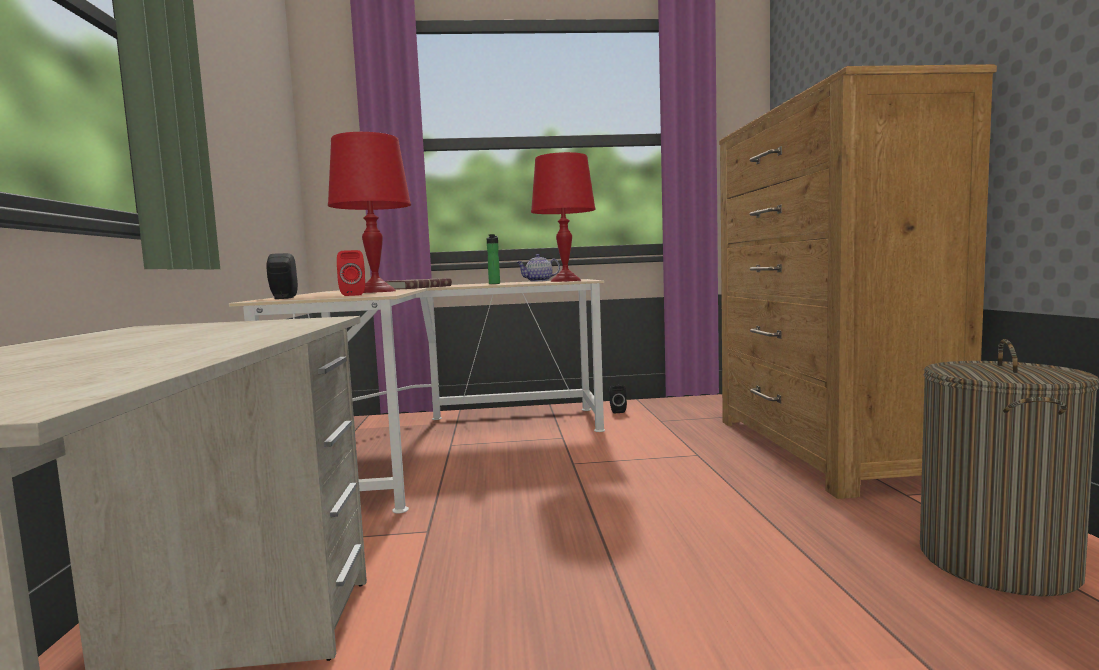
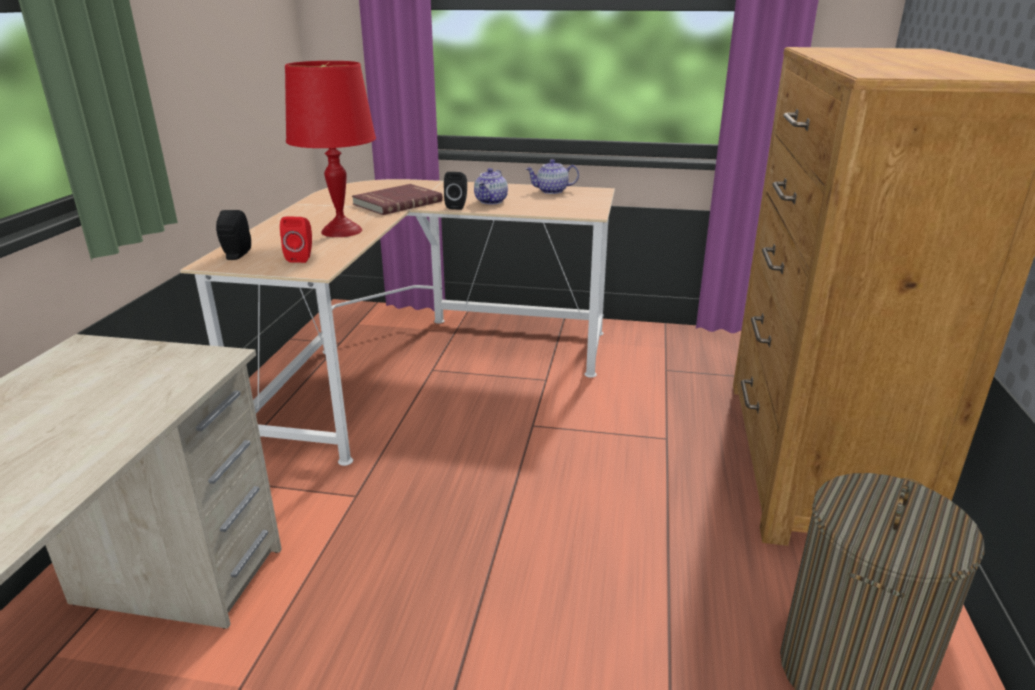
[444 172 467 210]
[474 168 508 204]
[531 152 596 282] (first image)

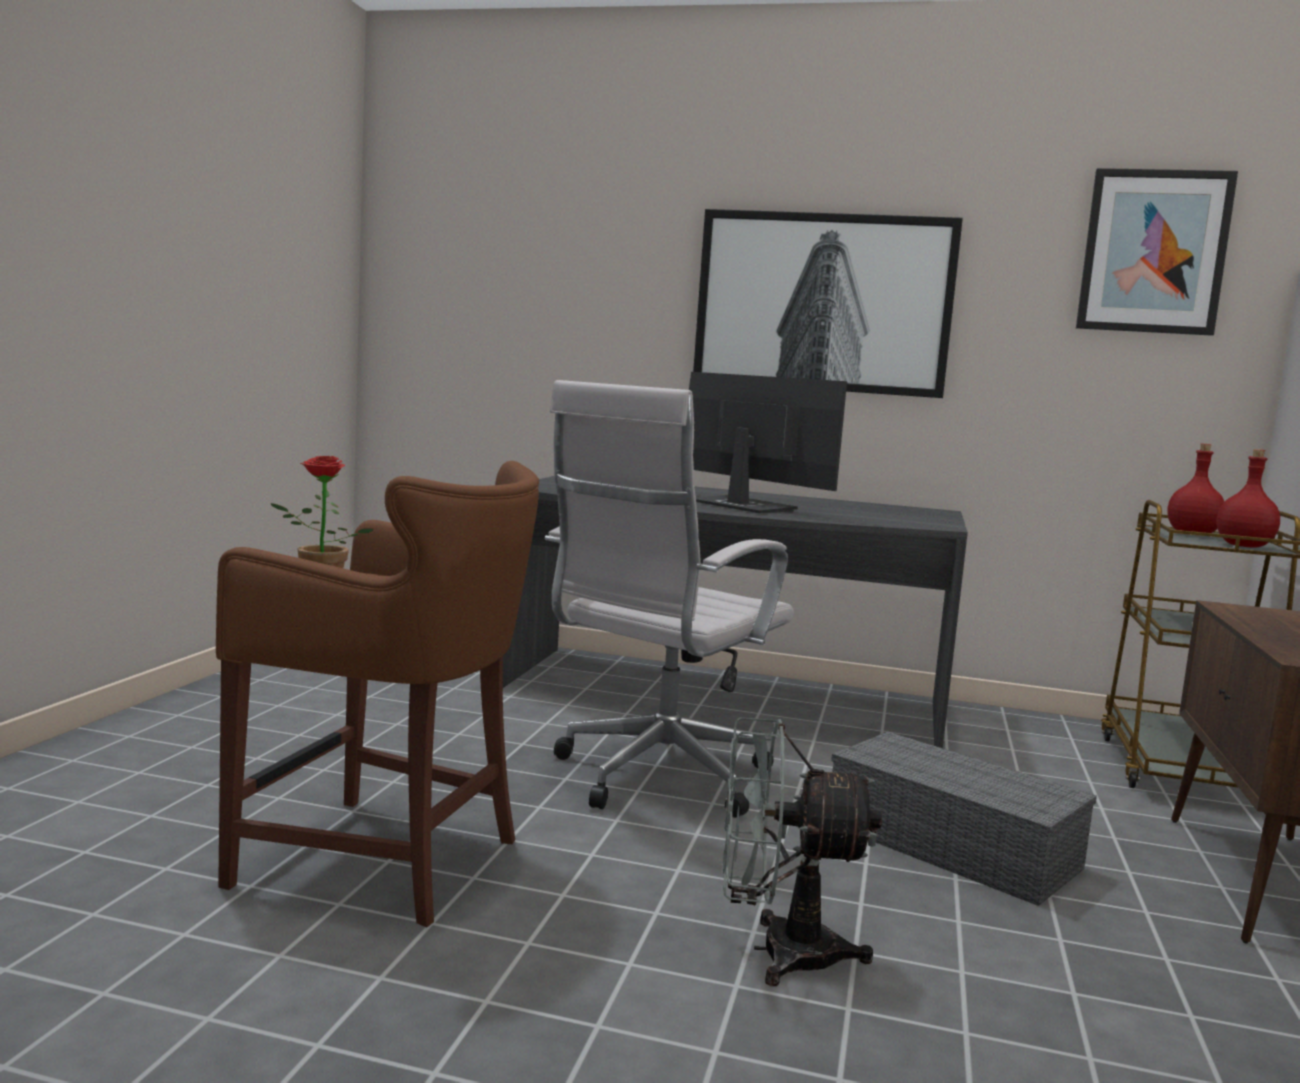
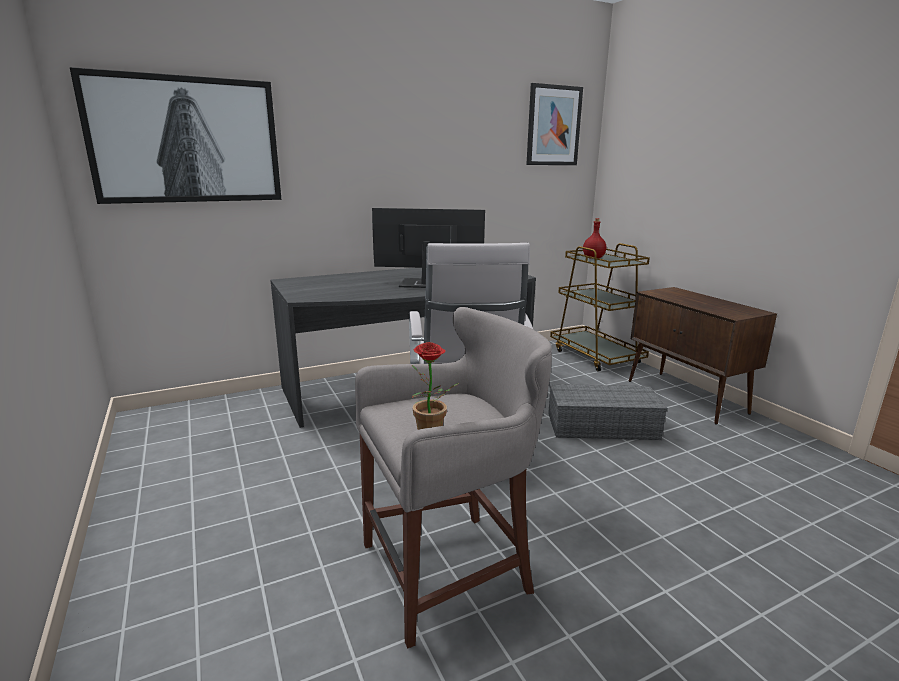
[70 67 281 204]
[355 307 552 649]
[723 717 882 986] (first image)
[1217 449 1280 548] (first image)

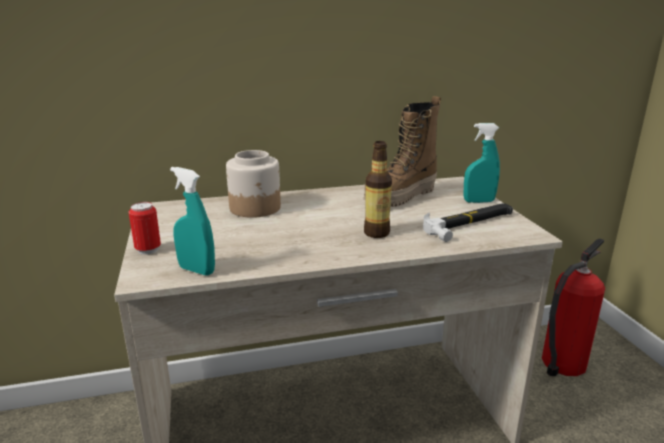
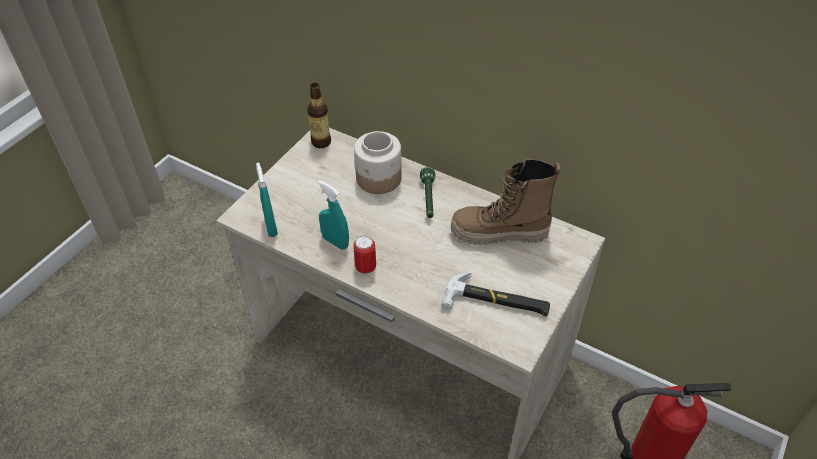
[307 83 331 148]
[318 180 349 250]
[353 236 376 274]
[420 167 435 218]

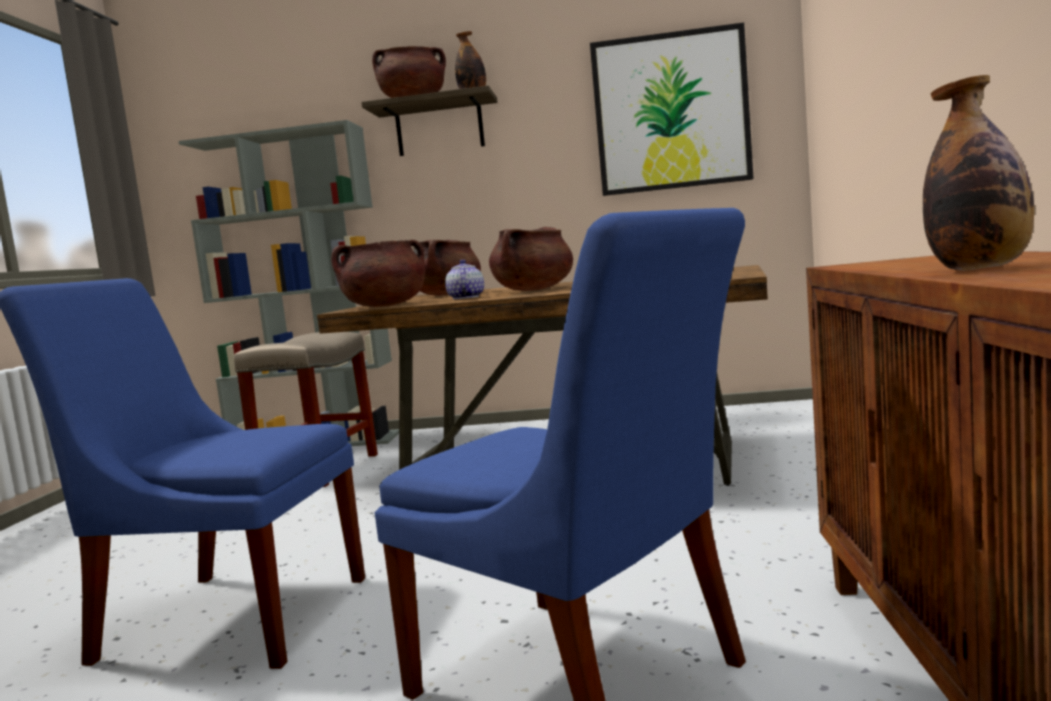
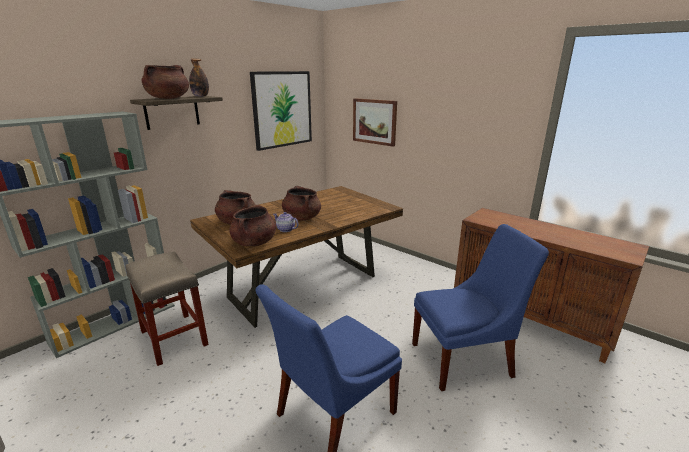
[353 98 397 147]
[923 75 1034 270] (first image)

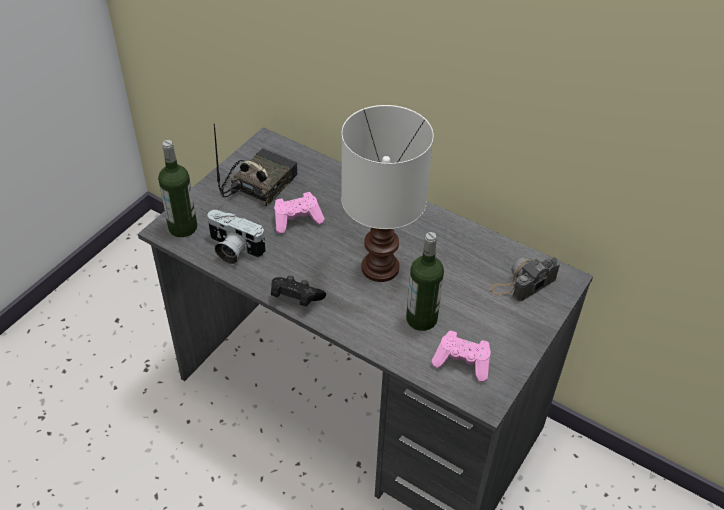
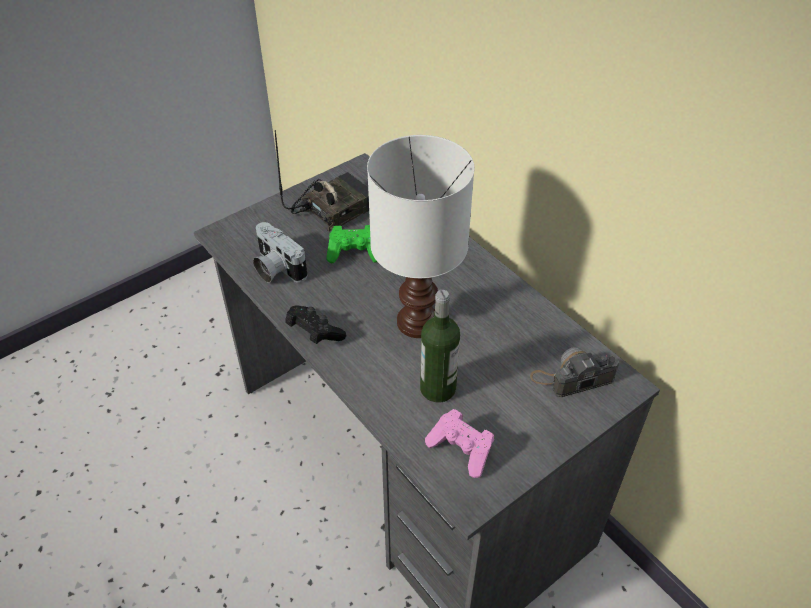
[326 225 377 263]
[158 140 197 237] (first image)

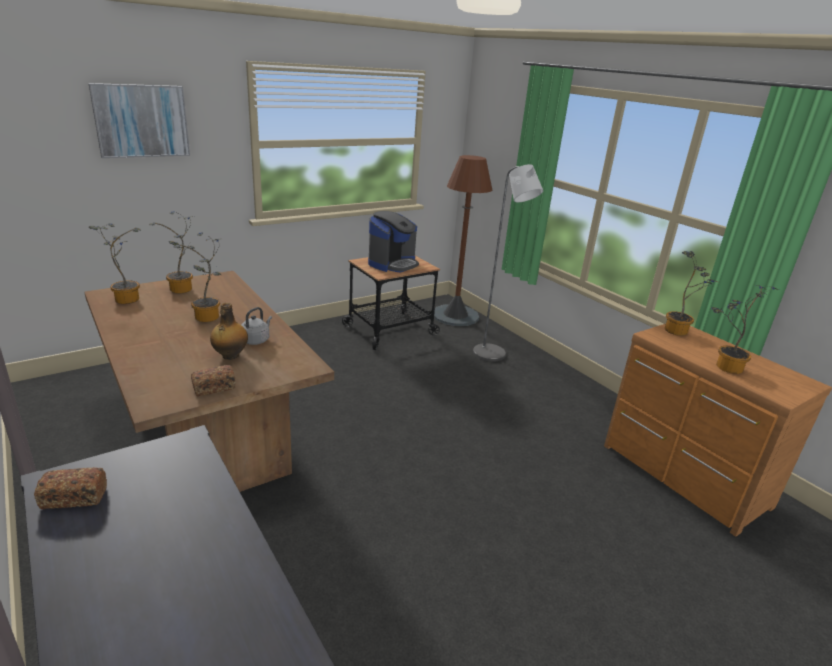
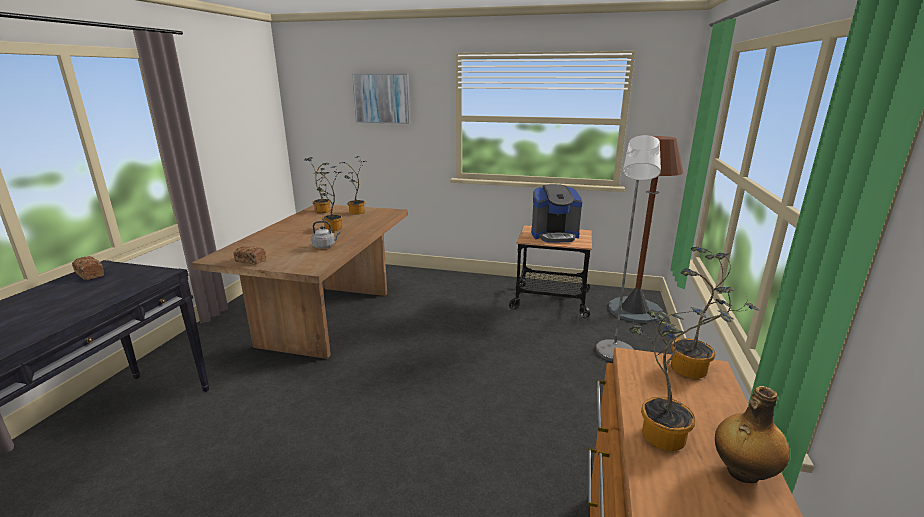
[715 386 790 483]

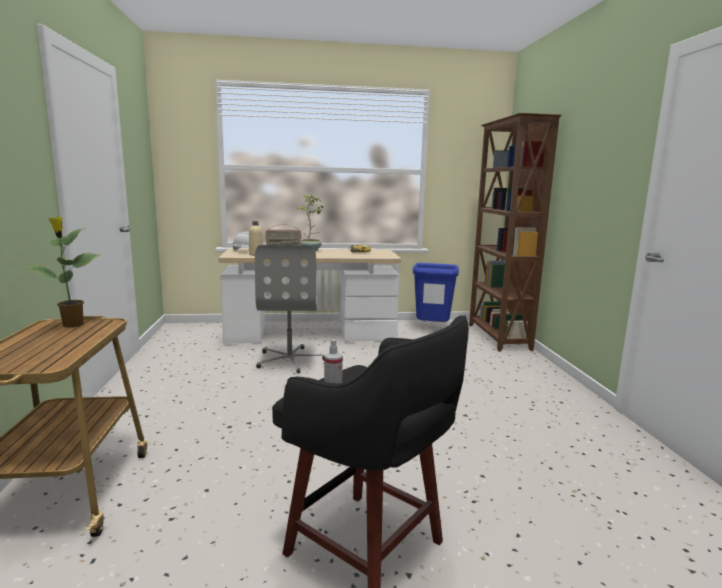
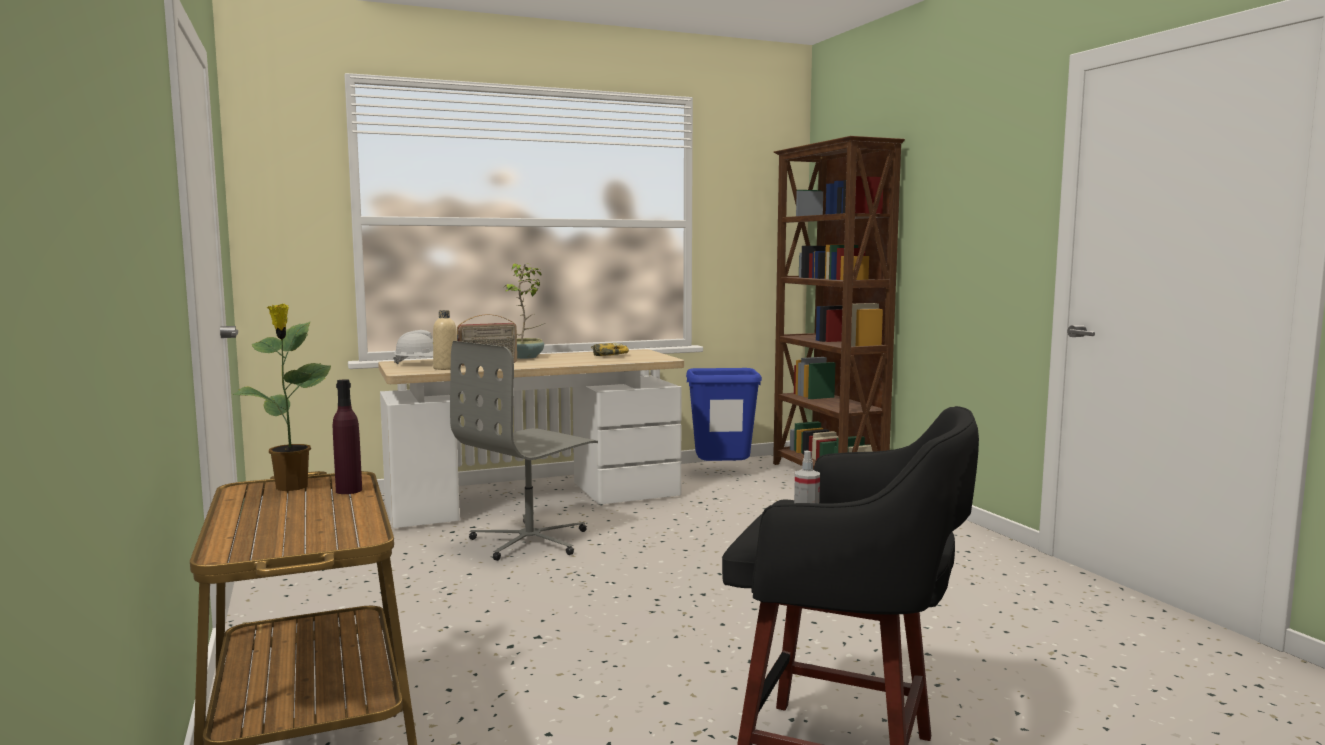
[333 379 362 494]
[450 341 598 561]

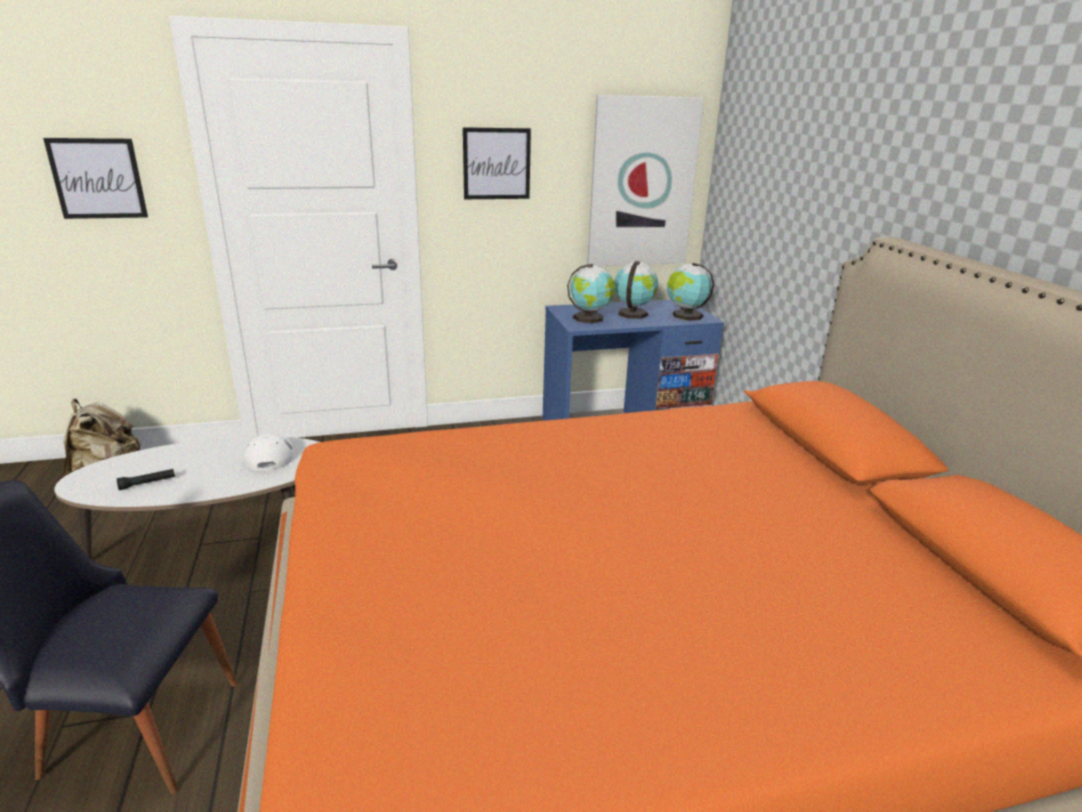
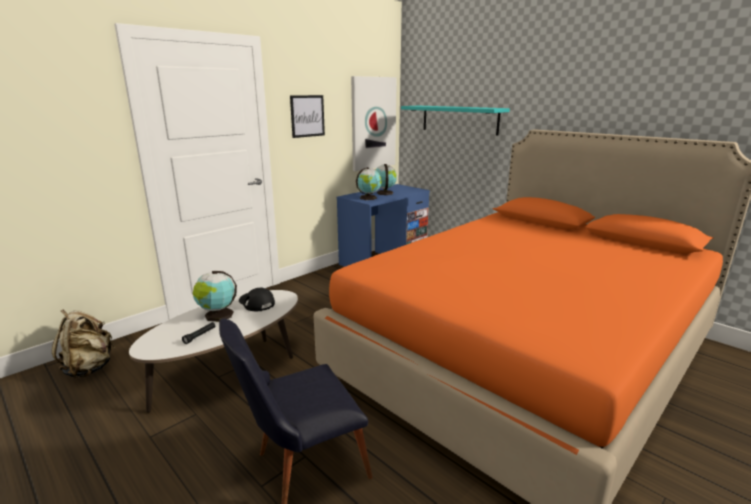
[193 271 237 322]
[239 288 275 311]
[401 106 510 136]
[43 138 148 219] (first image)

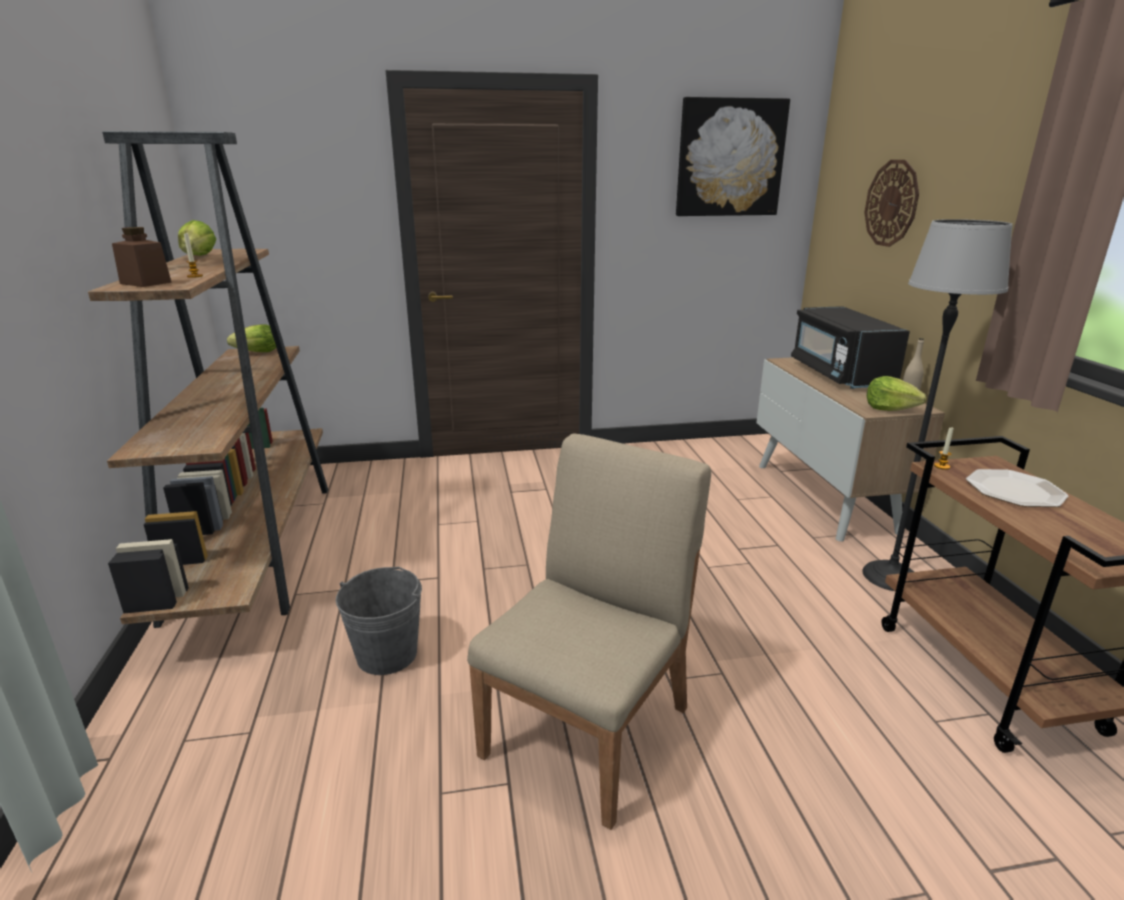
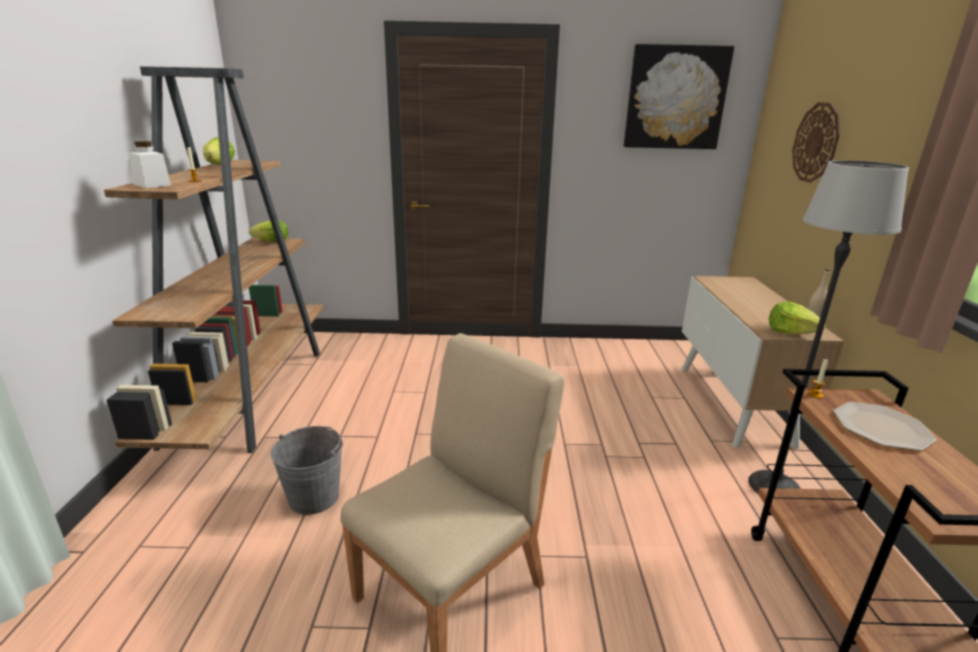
[128 141 171 188]
[791 306 910 389] (first image)

